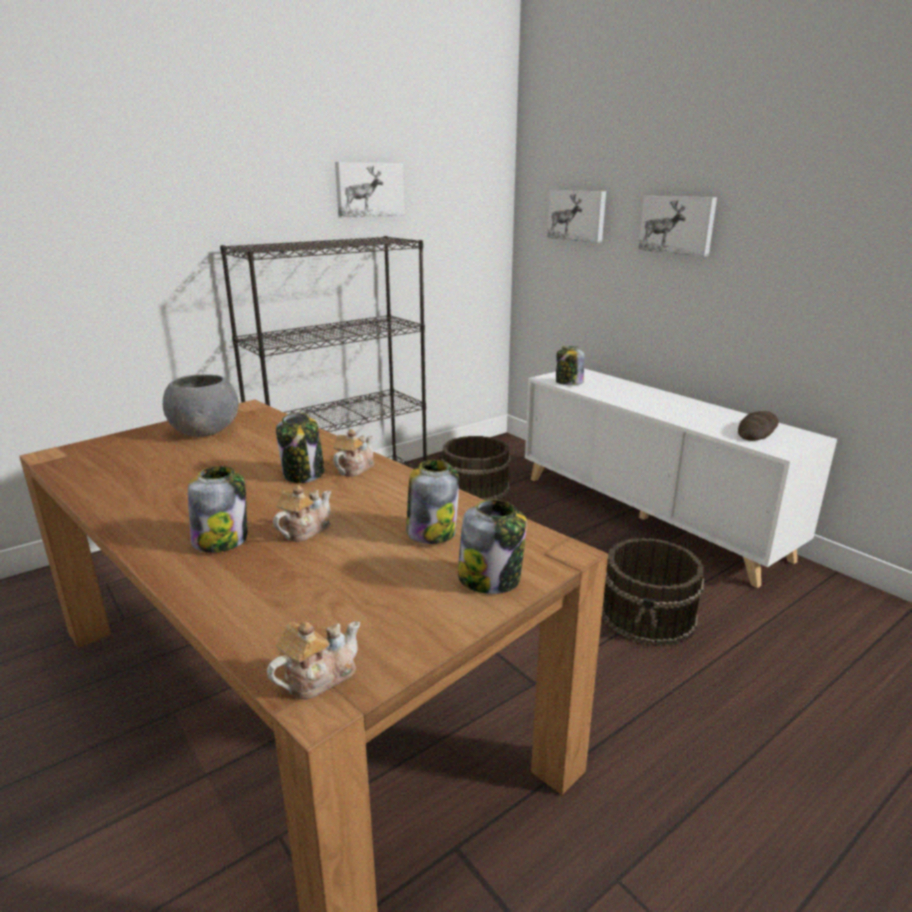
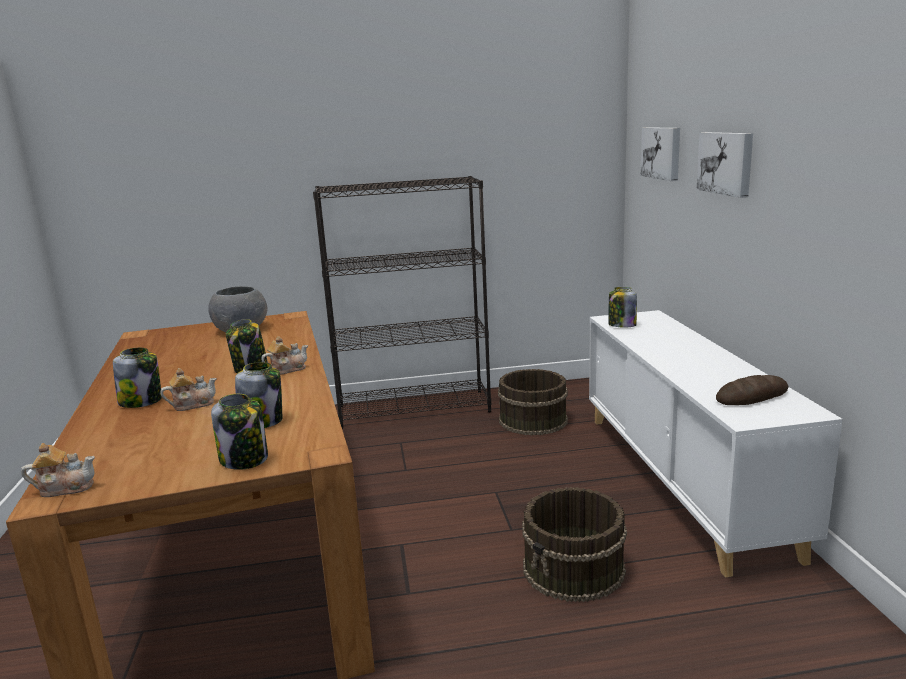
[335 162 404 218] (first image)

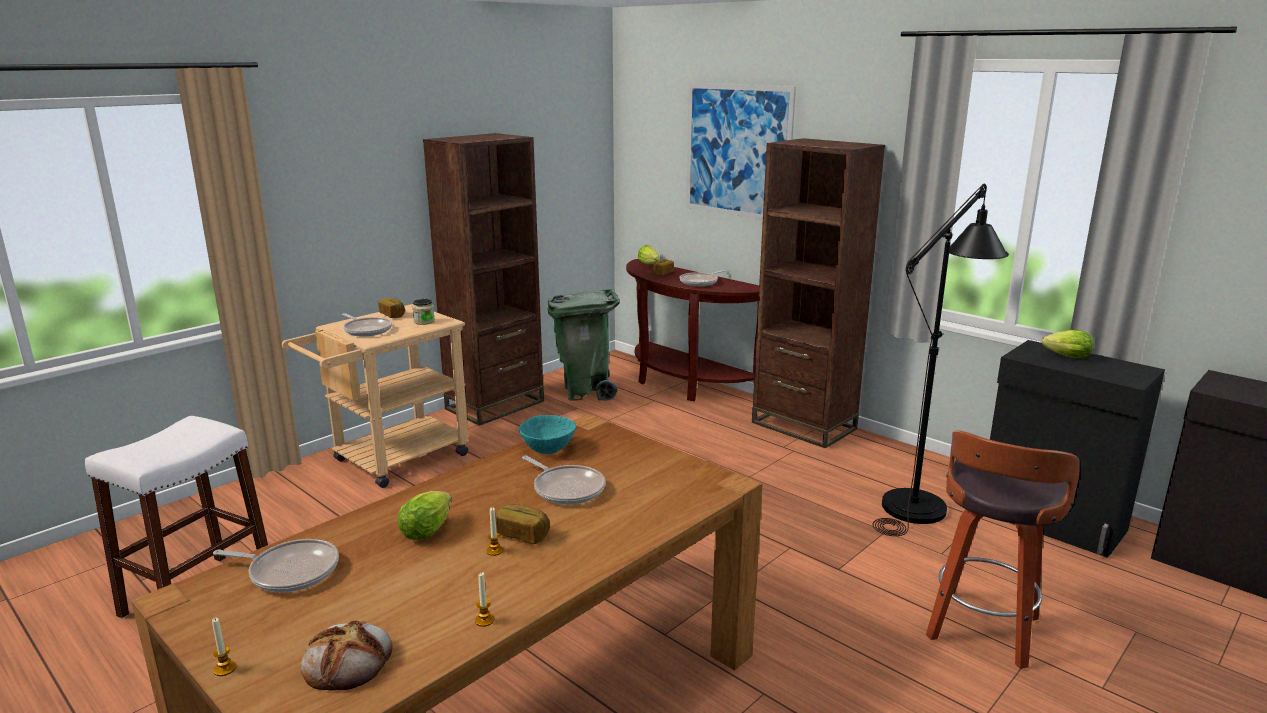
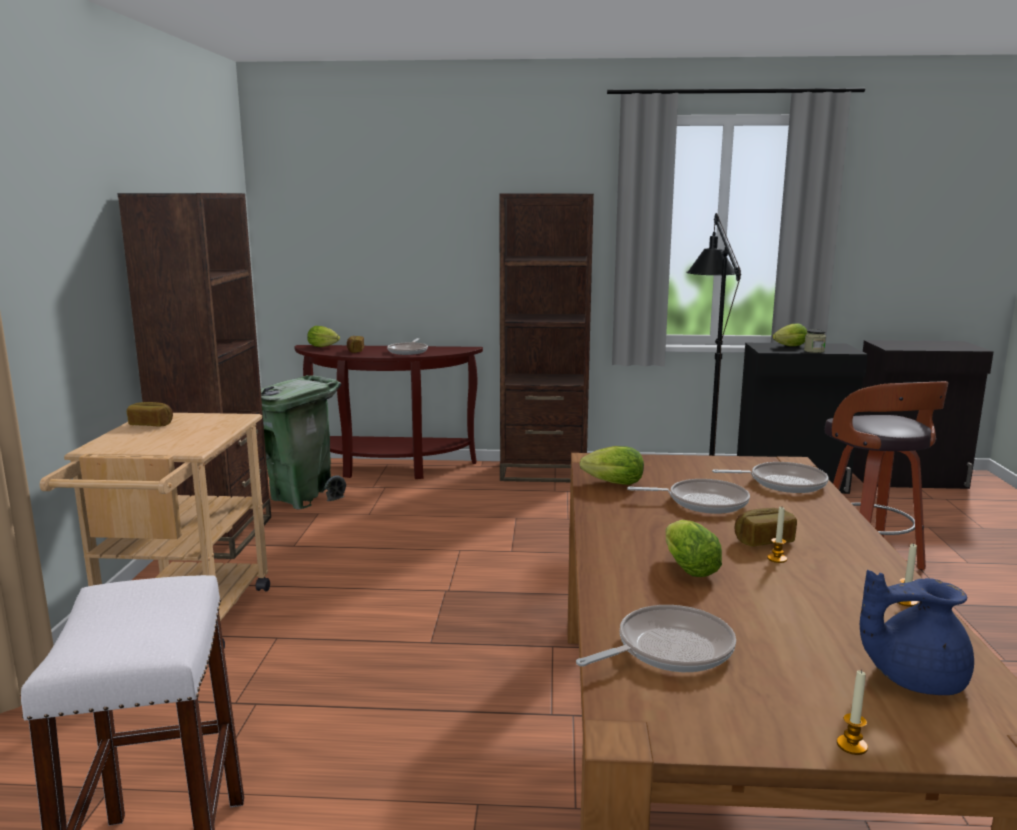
[579 446 644 485]
[712 462 829 493]
[804 329 826 353]
[860 570 974 695]
[686 83 796 220] (first image)

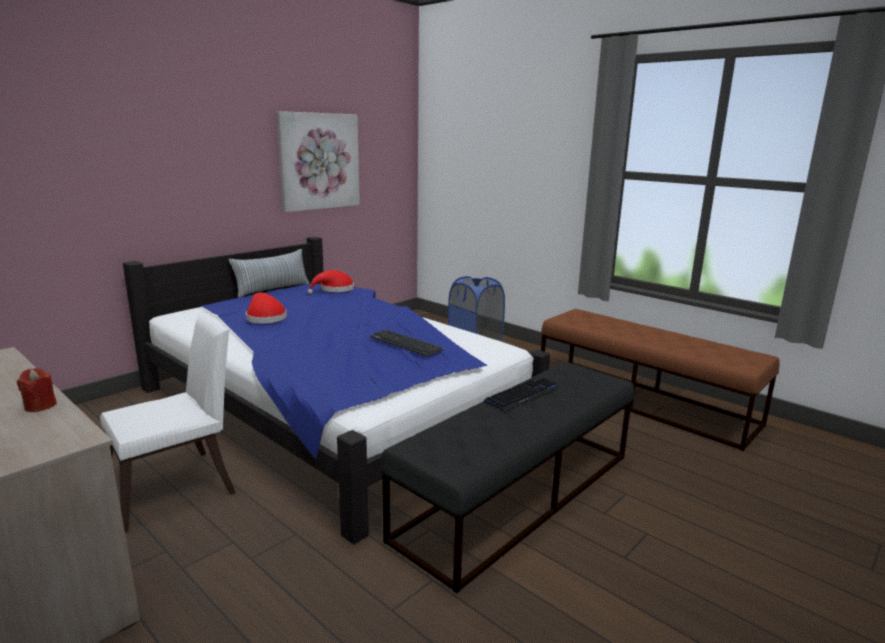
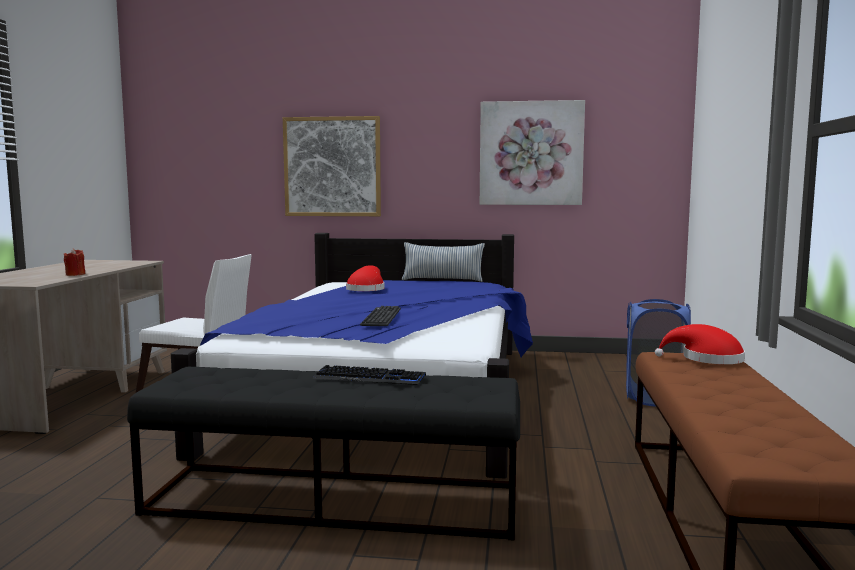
[283 116 381 216]
[655 324 745 364]

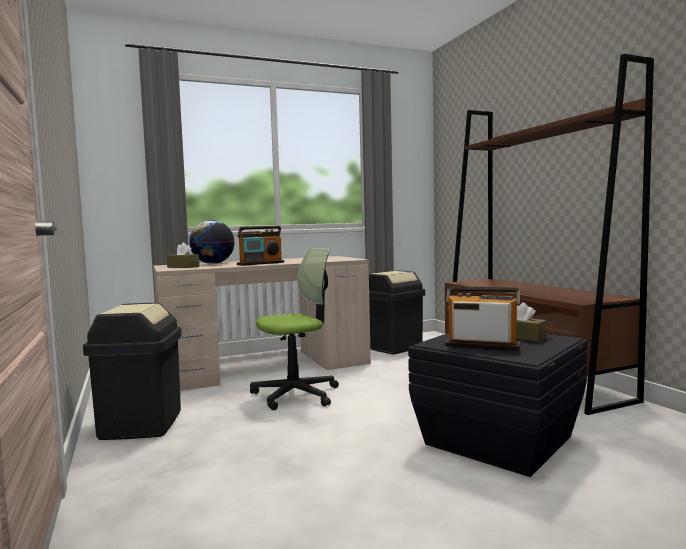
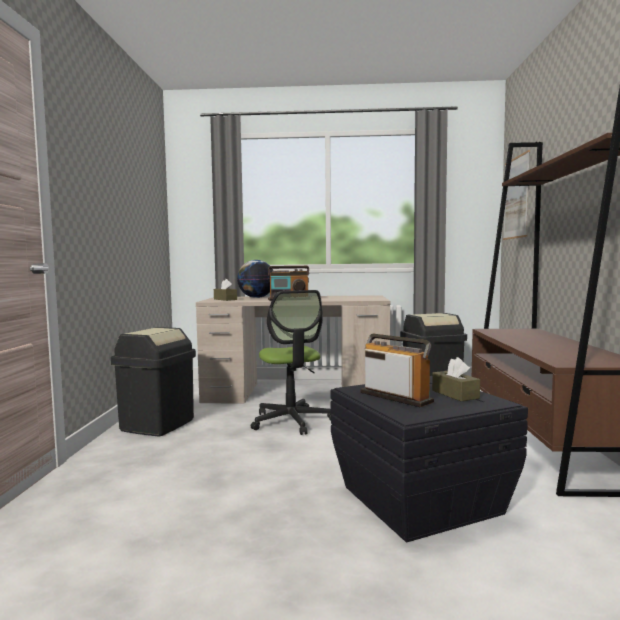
[251 290 332 435]
[503 150 530 240]

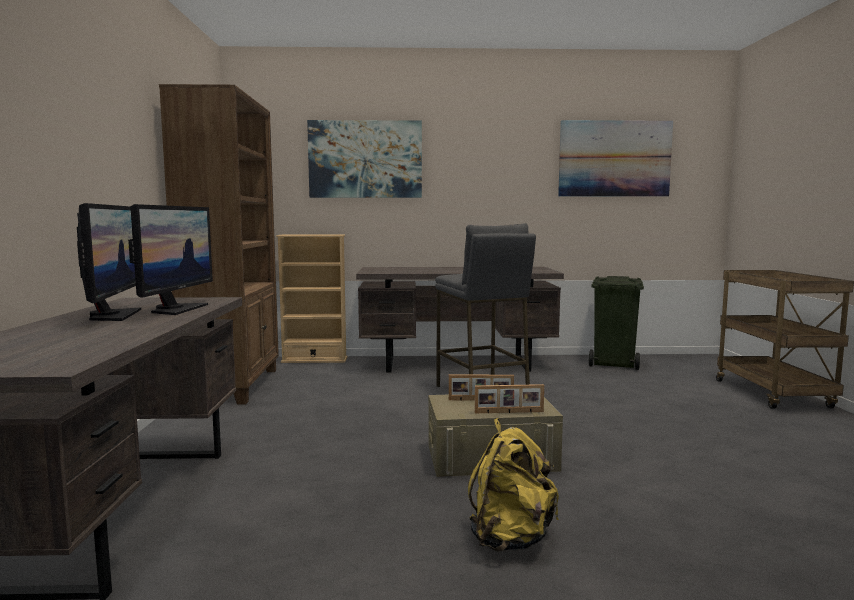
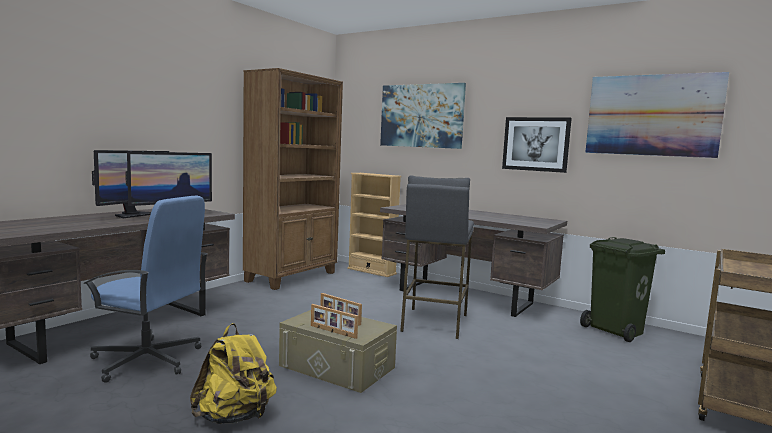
[83 196 208 383]
[502 117 572 173]

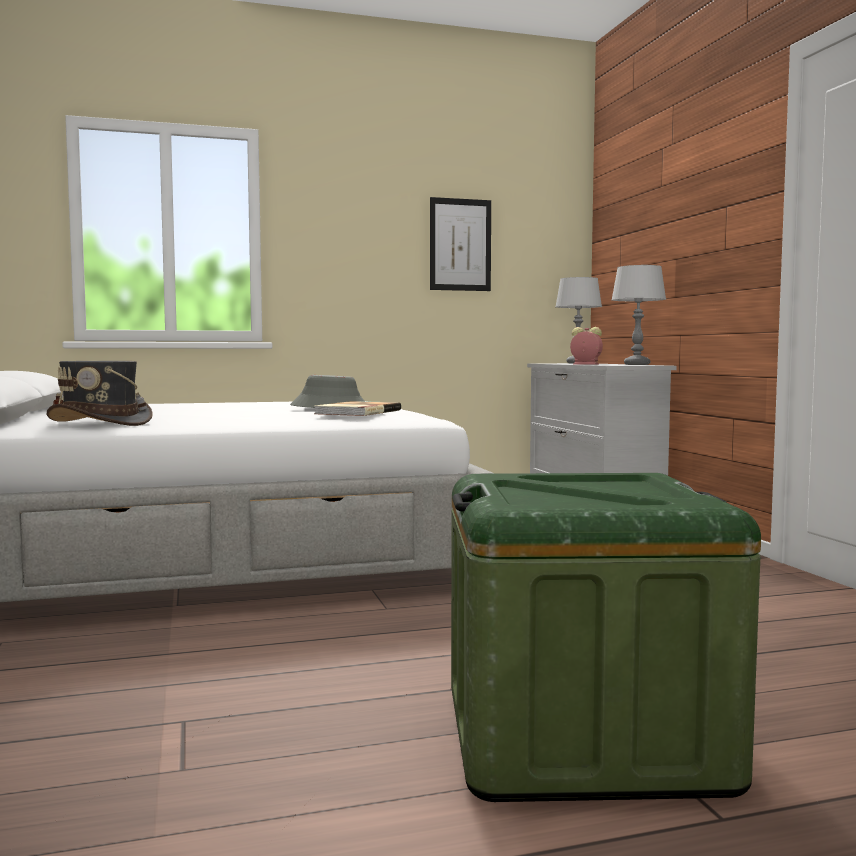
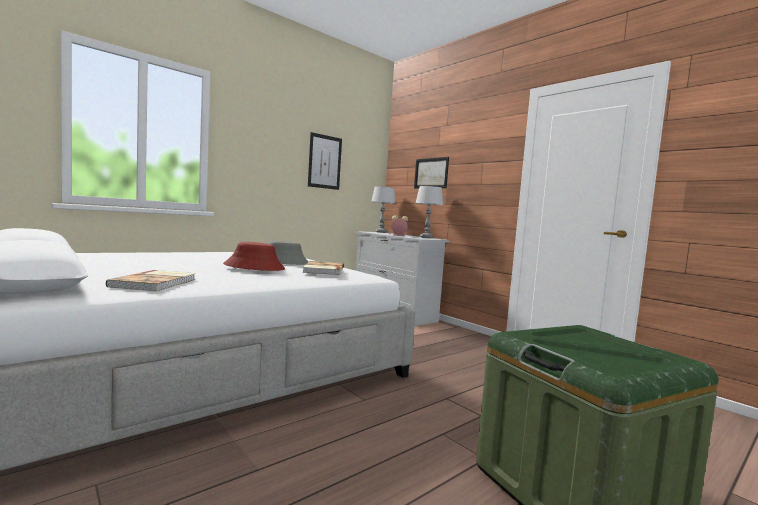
[106 270 196 291]
[223 242 285 271]
[414 157 449 188]

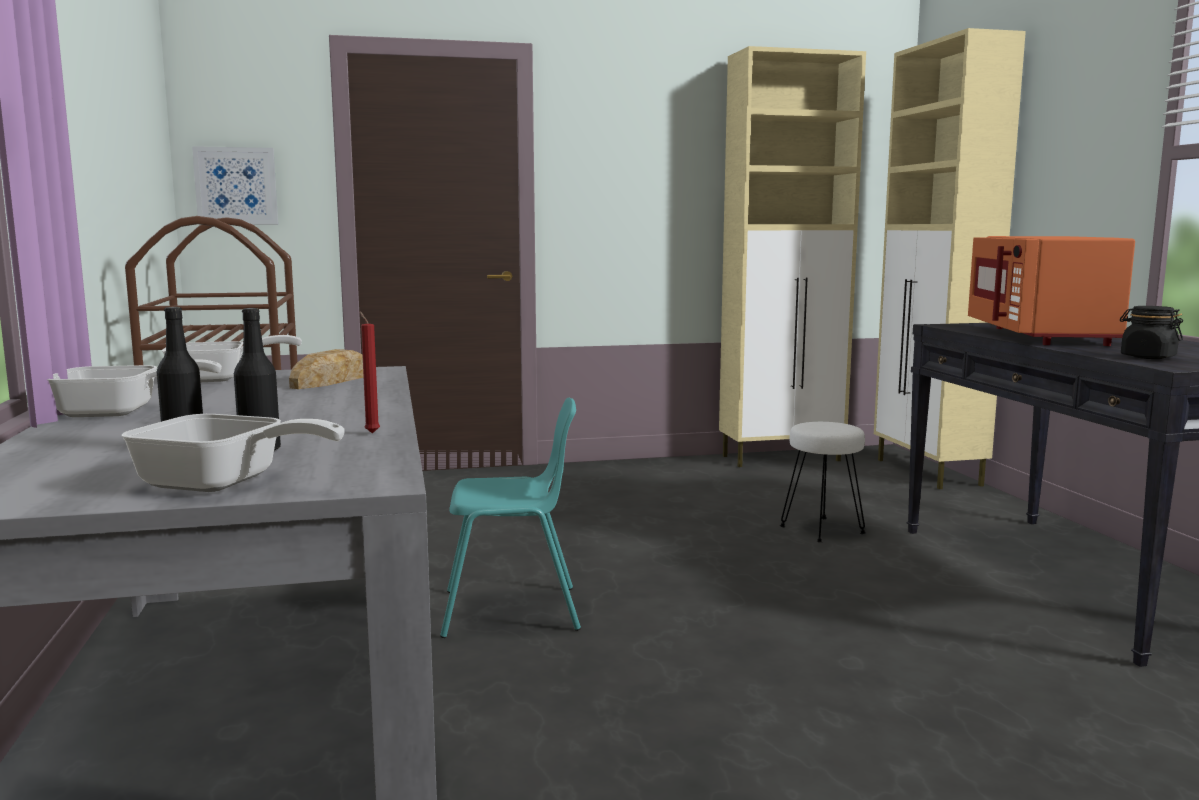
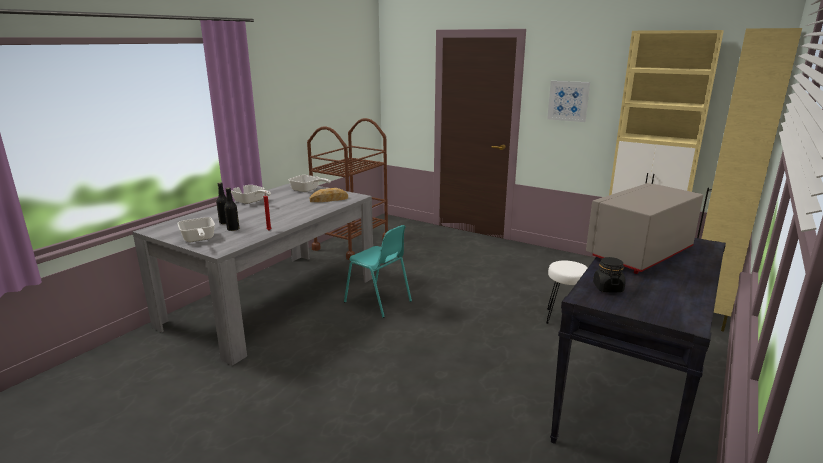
[547 81 590 122]
[586 183 703 274]

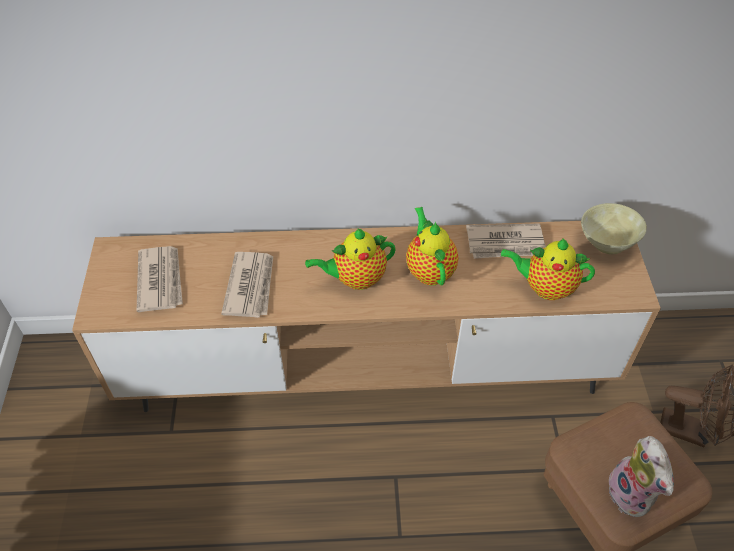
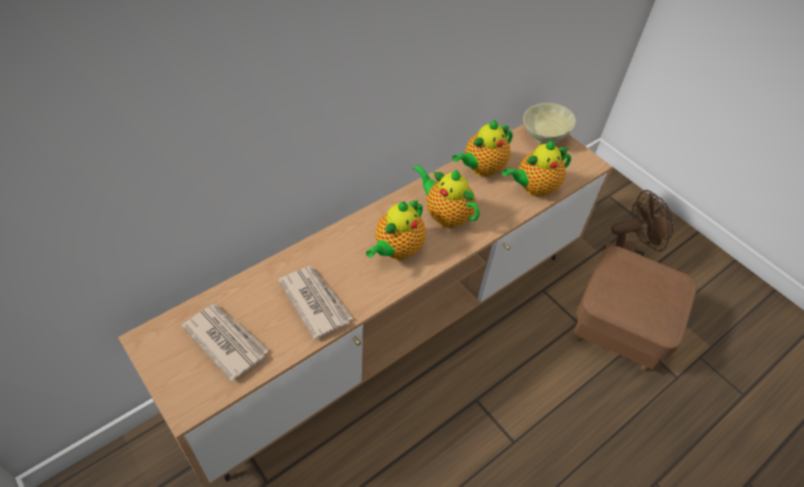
[452 120 513 177]
[609 436 674 517] (first image)

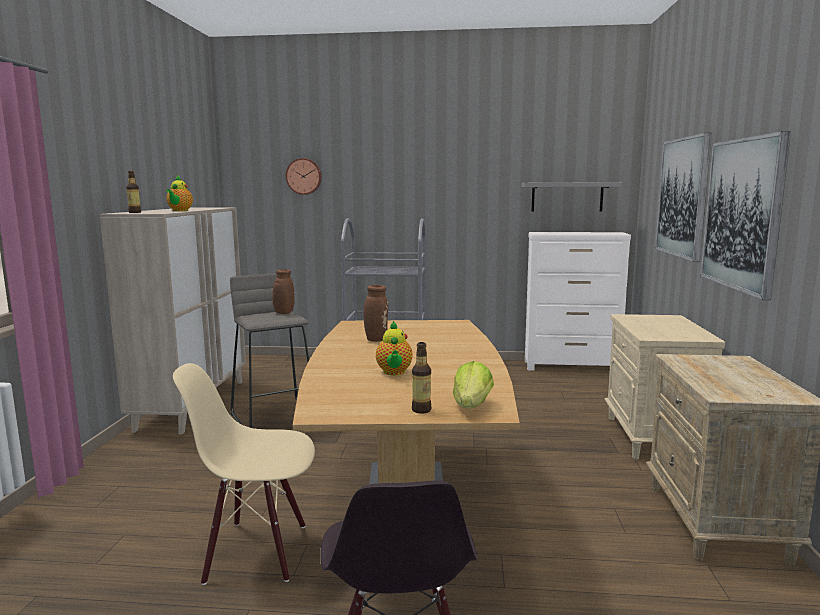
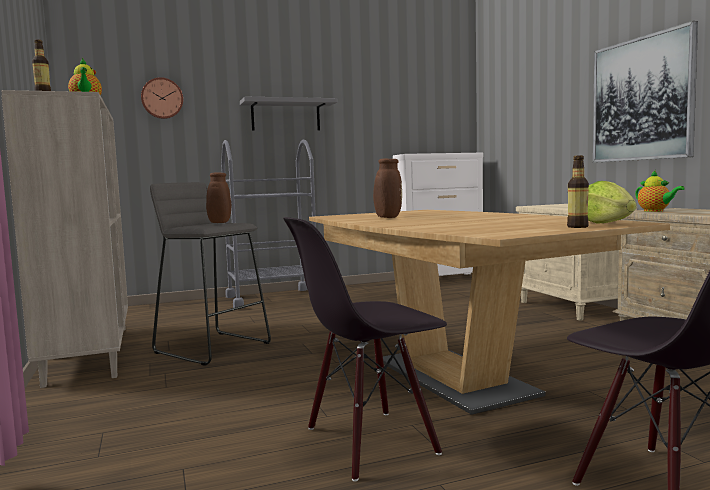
[240 97 338 131]
[283 217 447 481]
[635 170 685 212]
[655 132 712 262] (first image)

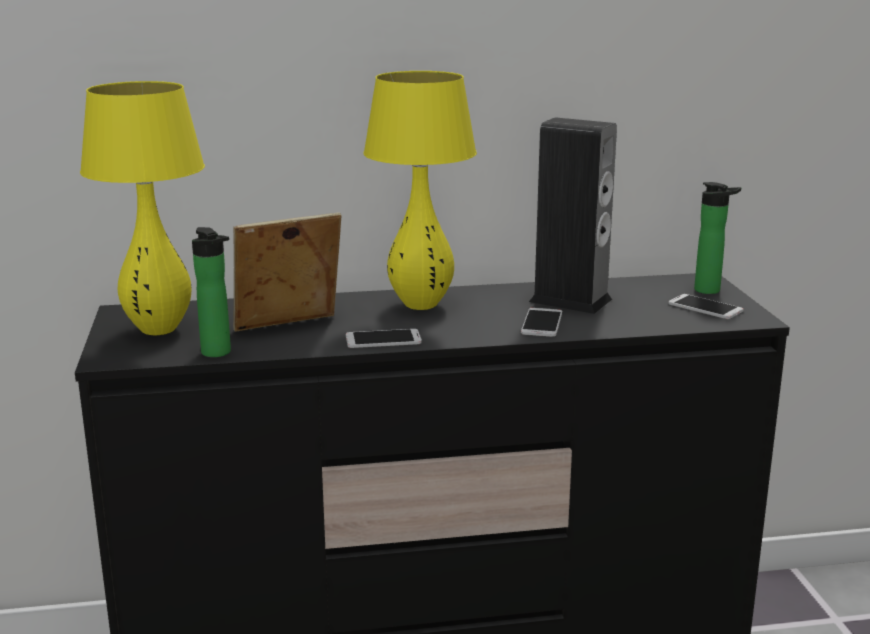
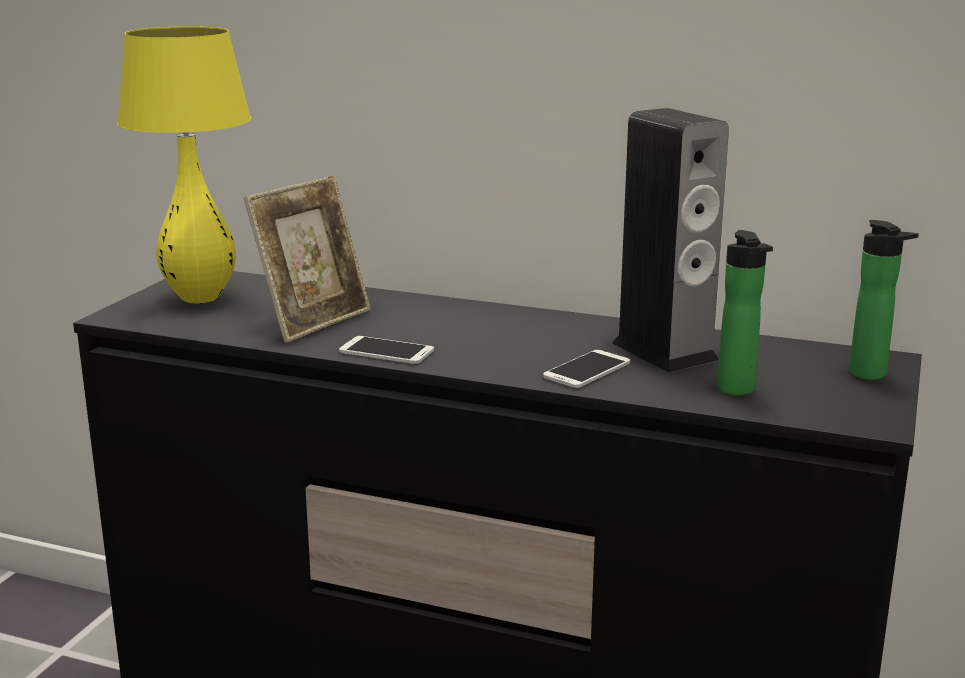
[244 175 371 343]
[717 230 773 396]
[363 71 477 310] (first image)
[668 294 744 319] (first image)

